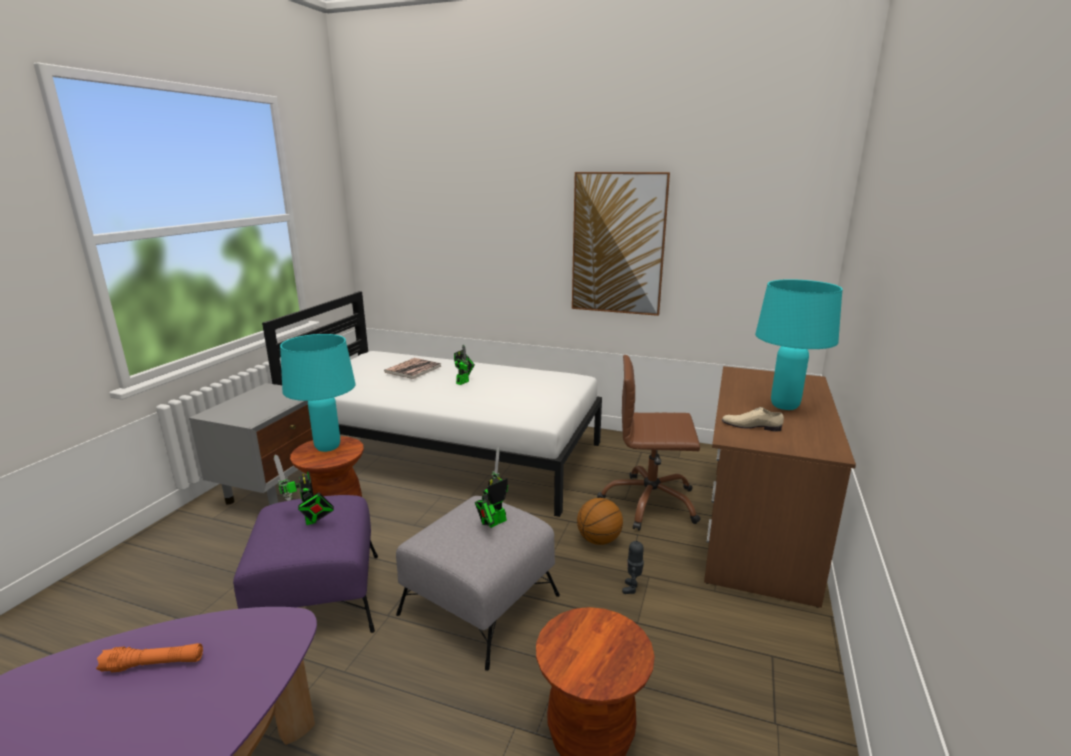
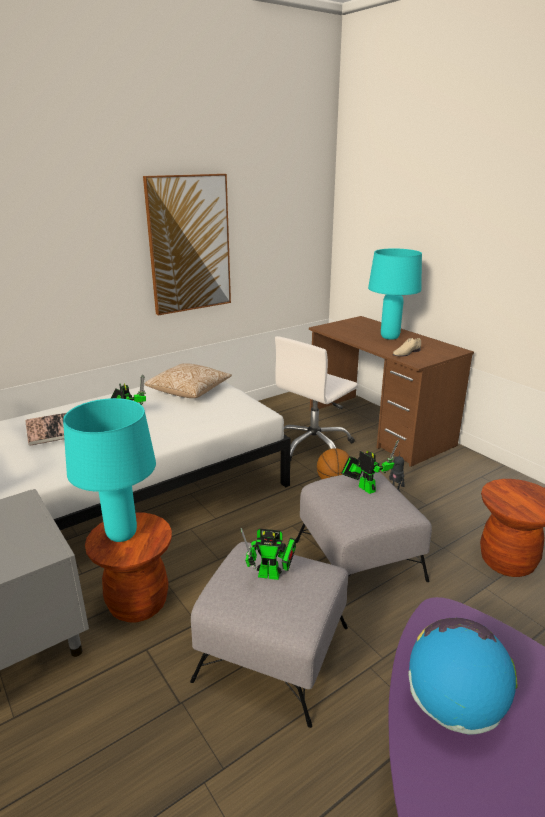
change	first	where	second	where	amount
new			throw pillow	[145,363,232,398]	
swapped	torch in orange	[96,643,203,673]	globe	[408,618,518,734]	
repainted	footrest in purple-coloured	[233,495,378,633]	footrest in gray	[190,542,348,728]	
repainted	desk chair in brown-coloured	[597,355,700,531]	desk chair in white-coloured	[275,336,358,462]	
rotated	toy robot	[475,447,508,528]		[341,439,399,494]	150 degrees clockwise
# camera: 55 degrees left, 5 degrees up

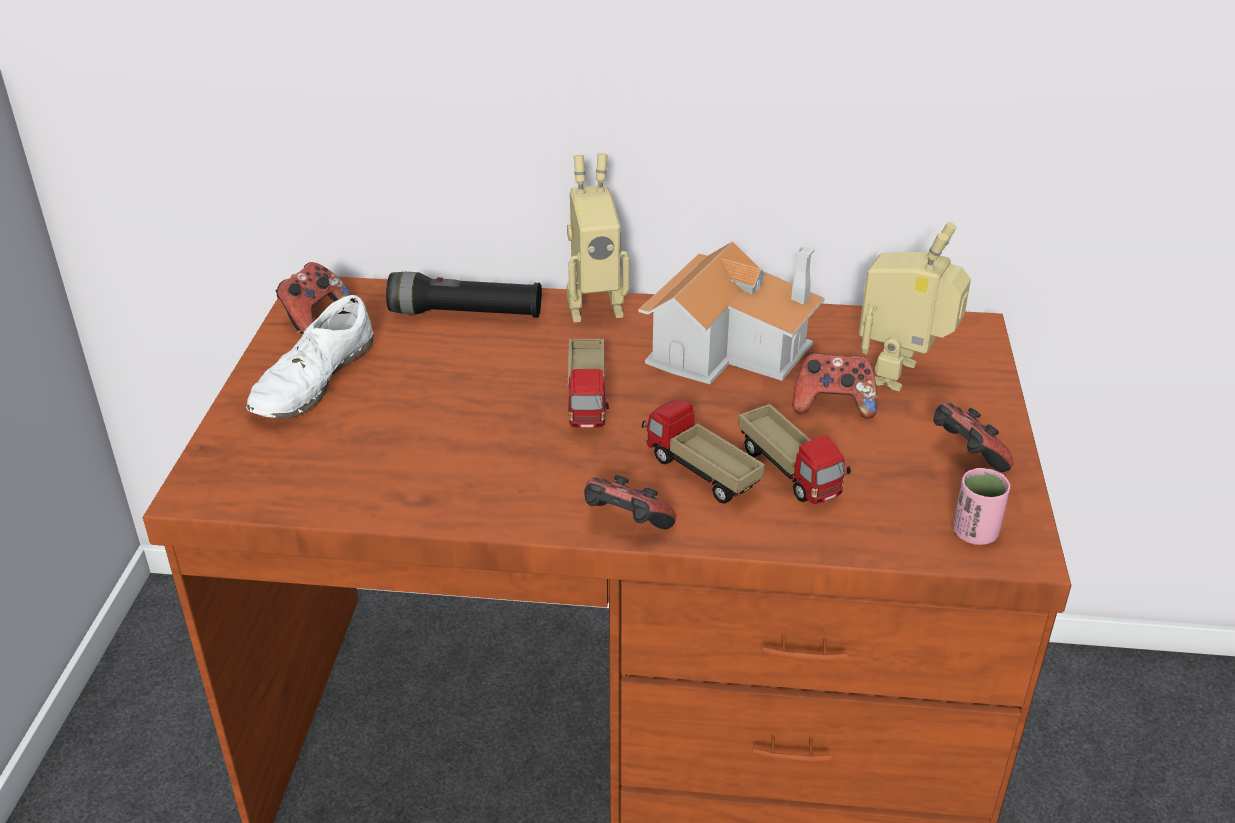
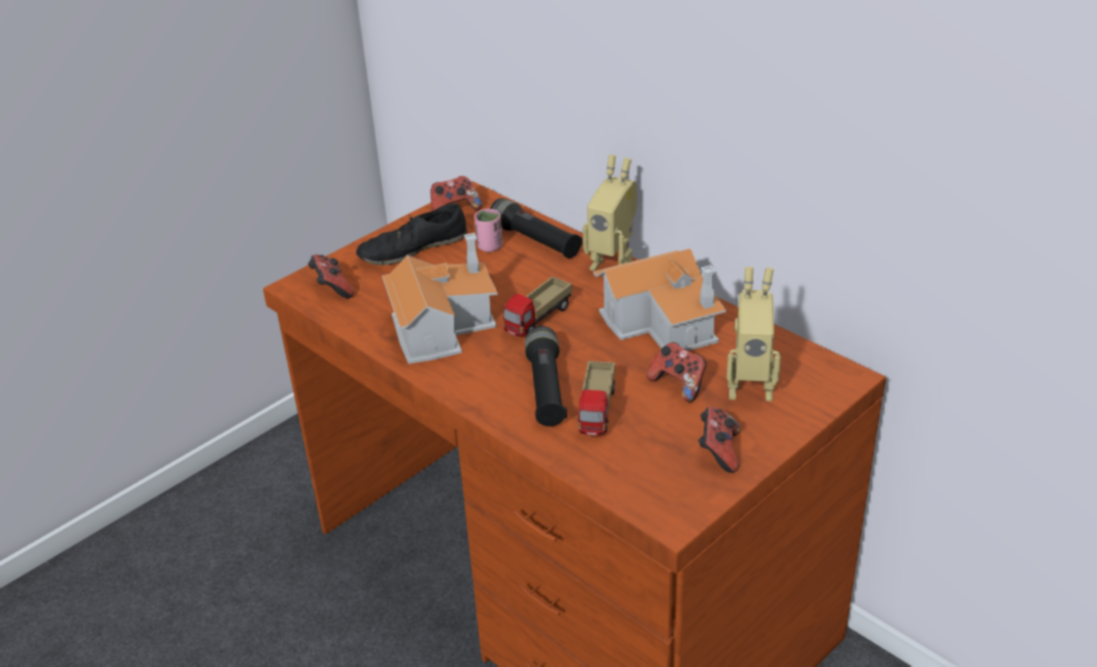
change	first	where	second	where	amount
new			miniature house	[382,233,498,364]	
shifted	game controller	[584,475,676,529]		[308,255,354,298]	
shifted	drinking cup in pinkish	[953,468,1011,545]		[474,209,503,252]	
swapped	toy truck	[642,400,765,504]	torch in blackish	[525,326,567,426]	
repainted	item of footwear in white-coloured	[246,295,374,419]	item of footwear in blackish	[356,203,467,265]	
rotated	toy robot	[859,222,971,391]		[727,267,781,401]	150 degrees counterclockwise
# camera: 40 degrees right, 0 degrees up

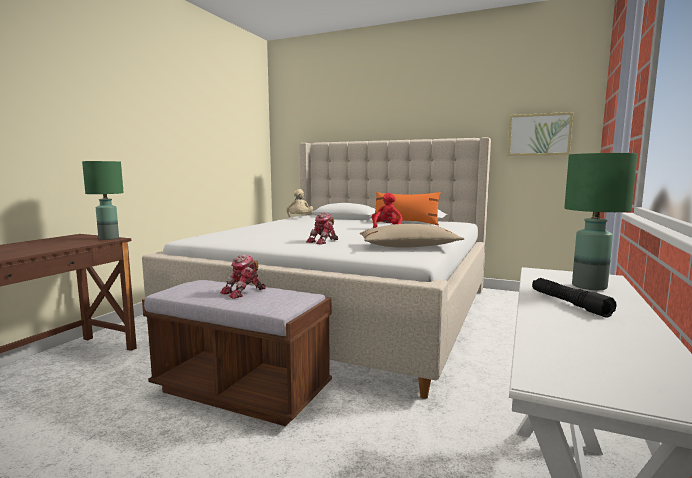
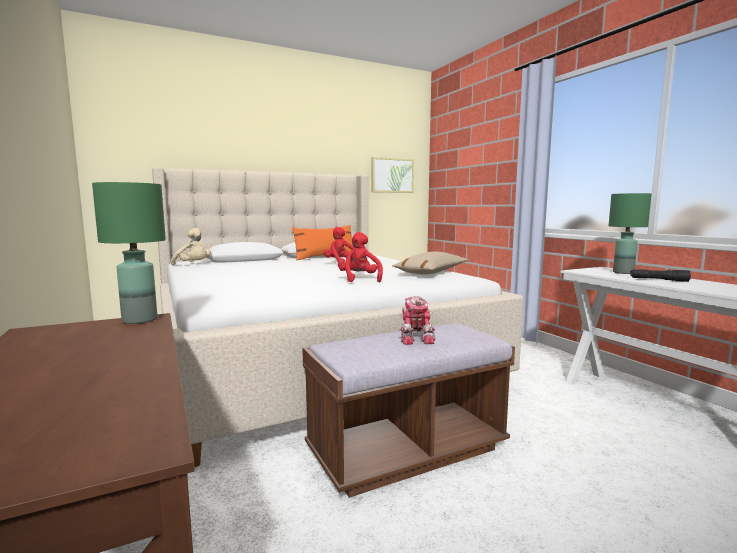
change	first	where	second	where	amount
swapped	toy robot	[306,213,338,245]	cuddly toy in red-coloured	[338,232,383,282]	
# camera: 50 degrees left, 0 degrees up

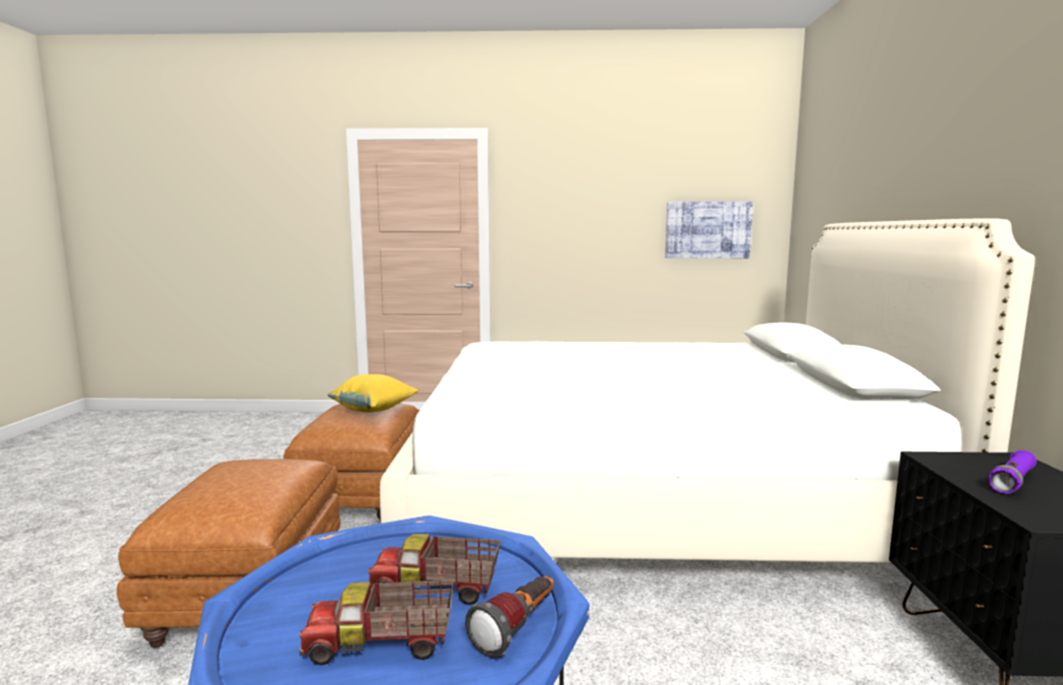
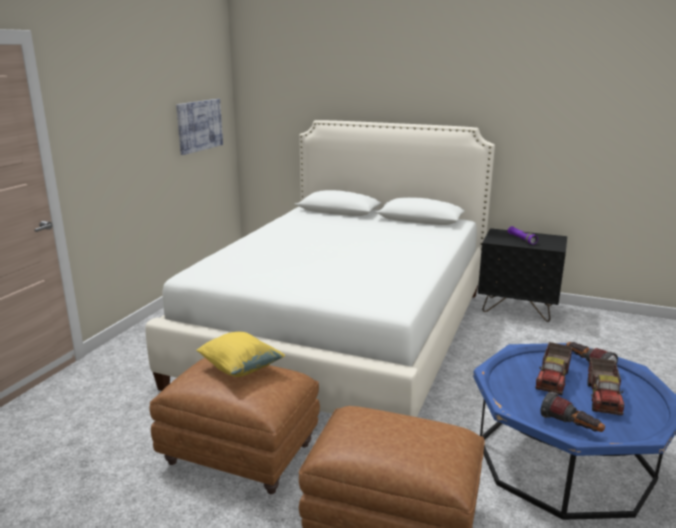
change	first	where	second	where	amount
new			torch	[540,391,605,432]	
# camera: 70 degrees left, 10 degrees up

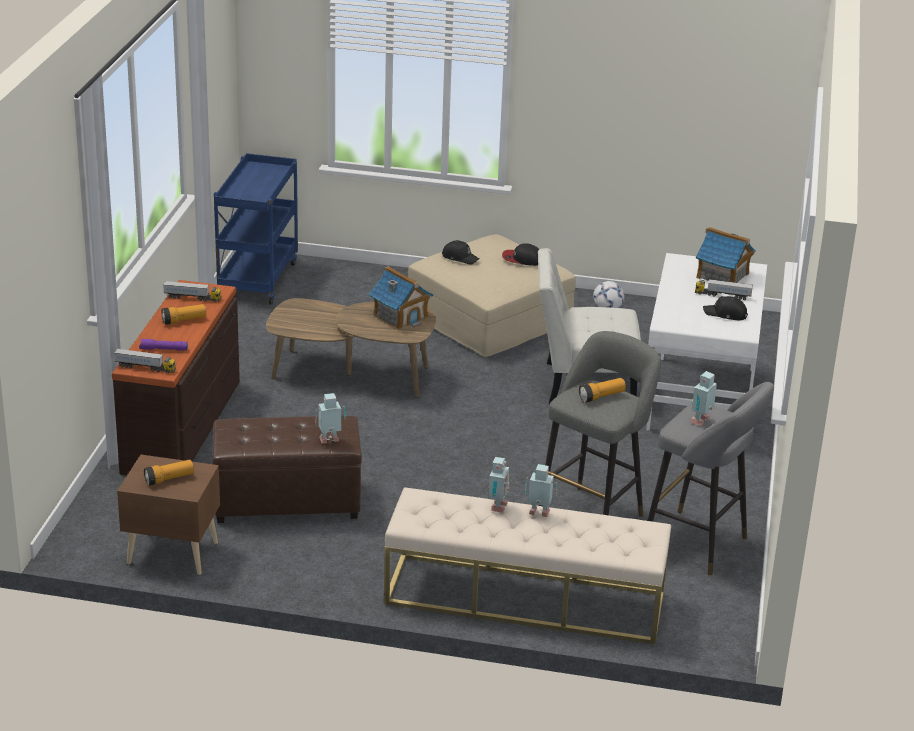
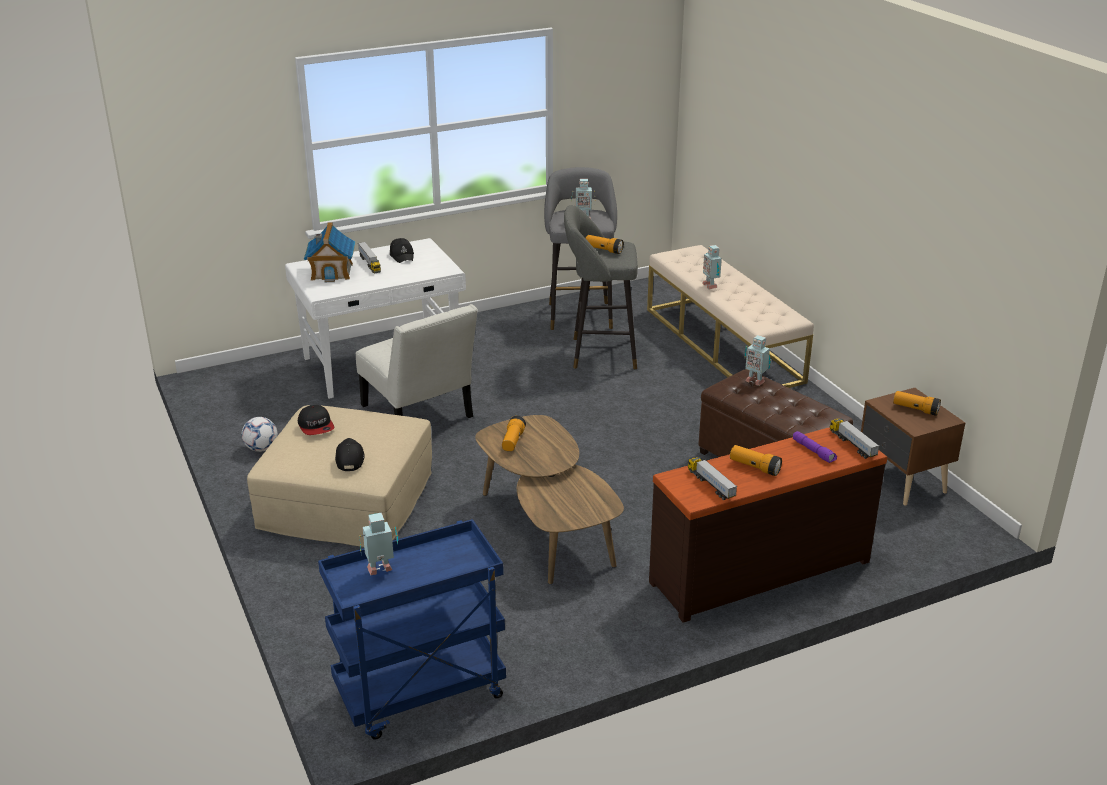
change	first	where	second	where	amount
shifted	toy robot	[488,457,509,513]		[359,513,398,575]	
swapped	miniature house	[369,266,433,330]	torch	[502,416,526,451]	
# camera: 125 degrees left, 0 degrees up

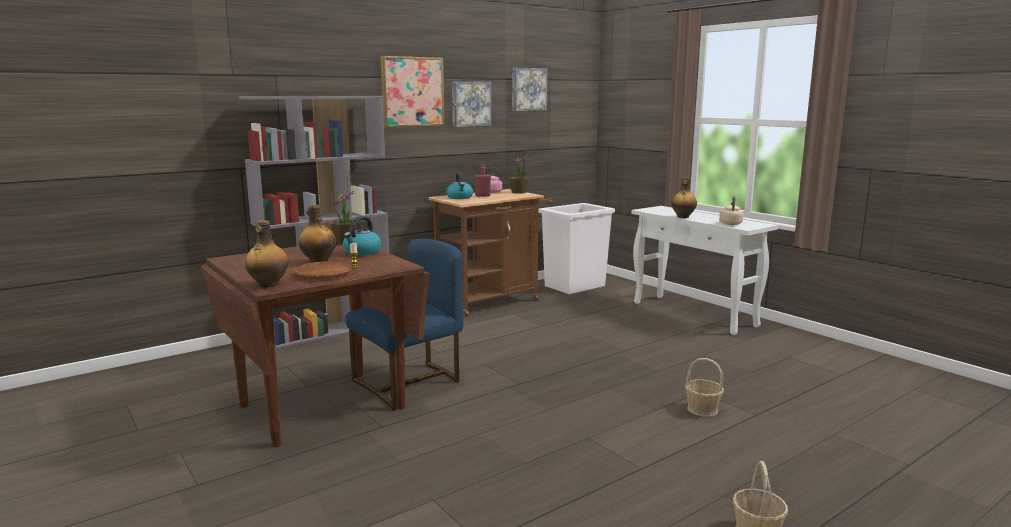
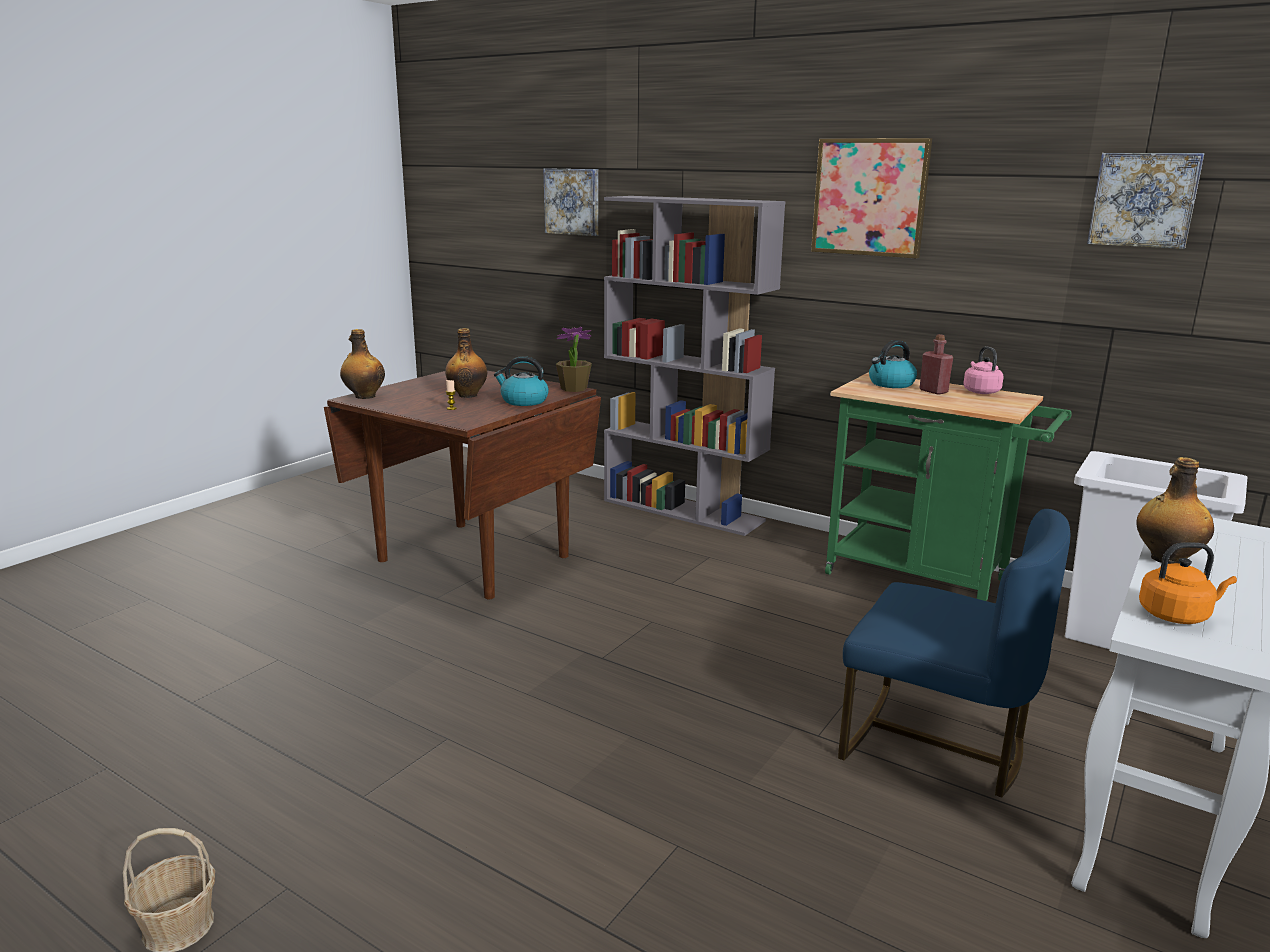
change	first	where	second	where	amount
gone	flat dish in brown-coloured	[293,261,352,279]			
gone	potted plant	[509,156,529,194]			
gone	storage basket	[685,358,724,417]			
shifted	chair in blue-coloured	[346,239,464,410]		[838,509,1070,798]	
shifted	wall picture	[452,81,492,127]		[544,168,598,236]	
repainted	cart in brown-coloured	[428,189,553,317]	cart in green	[825,373,1072,601]	
repainted	kettle in beige	[719,196,744,225]	kettle in orange	[1139,542,1237,624]	
# camera: 70 degrees right, 5 degrees up

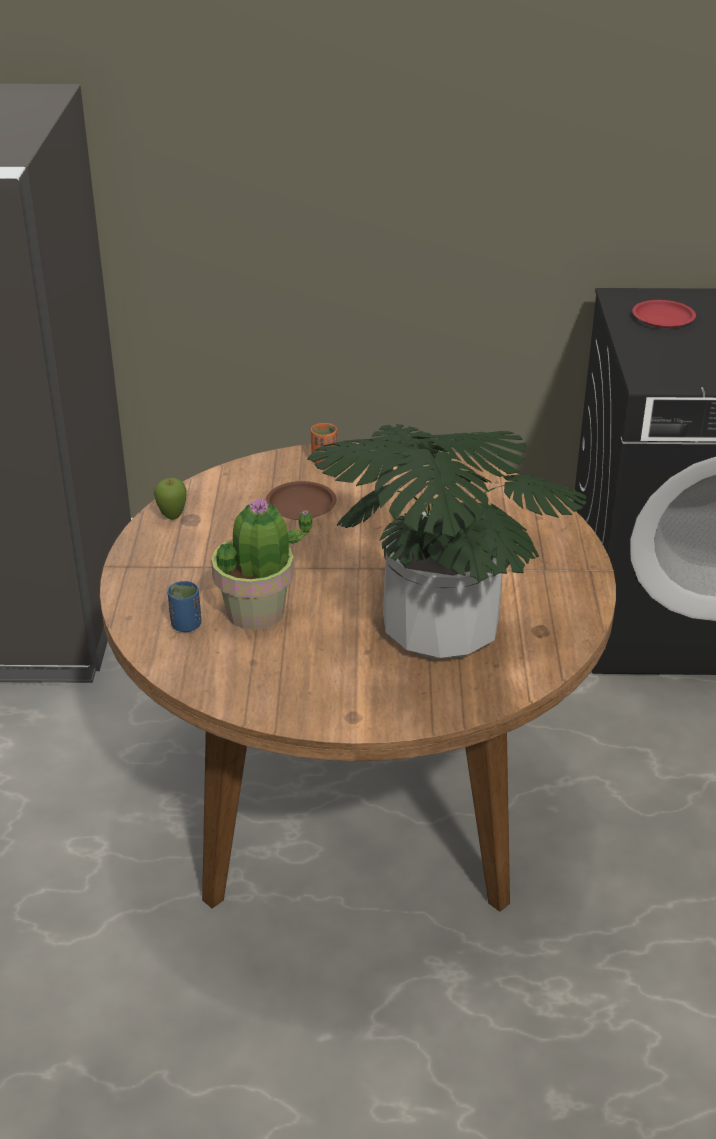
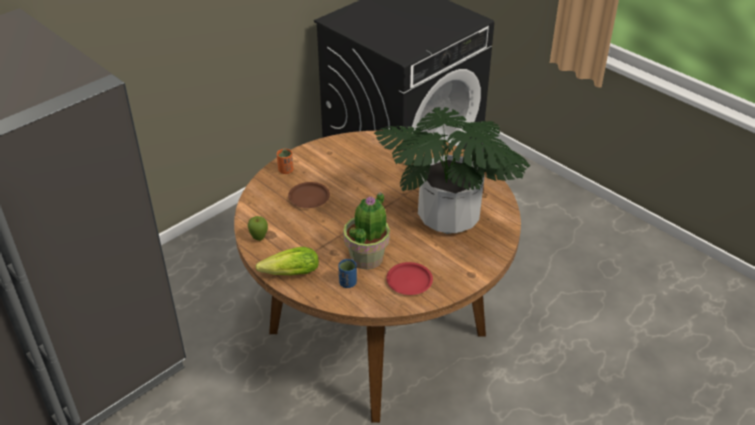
change	first	where	second	where	amount
new			lettuce	[255,247,319,275]	
shifted	flat dish in red-coloured	[632,300,696,328]		[386,262,433,295]	
# camera: 45 degrees left, 5 degrees up

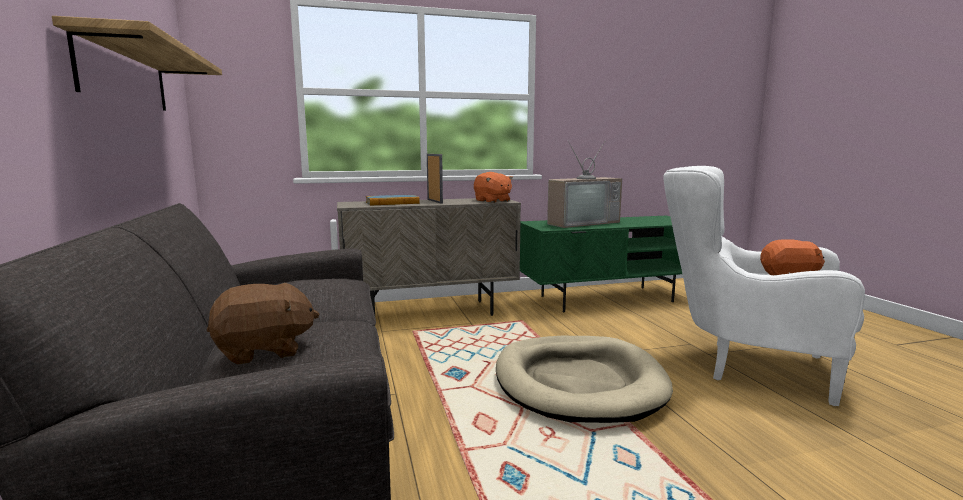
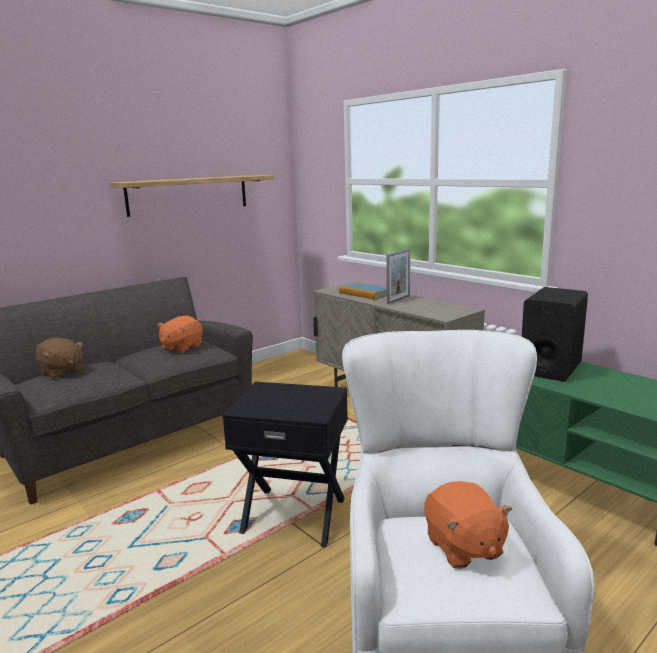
change	first	where	second	where	amount
shifted	cuddly toy in orange	[474,172,513,203]		[157,316,203,353]	
swapped	dog cushion in beige	[496,336,673,423]	end table in blackish	[222,382,348,548]	
swapped	television	[547,140,622,228]	loudspeaker in blackish	[522,287,588,382]	
# camera: 65 degrees right, 5 degrees up

